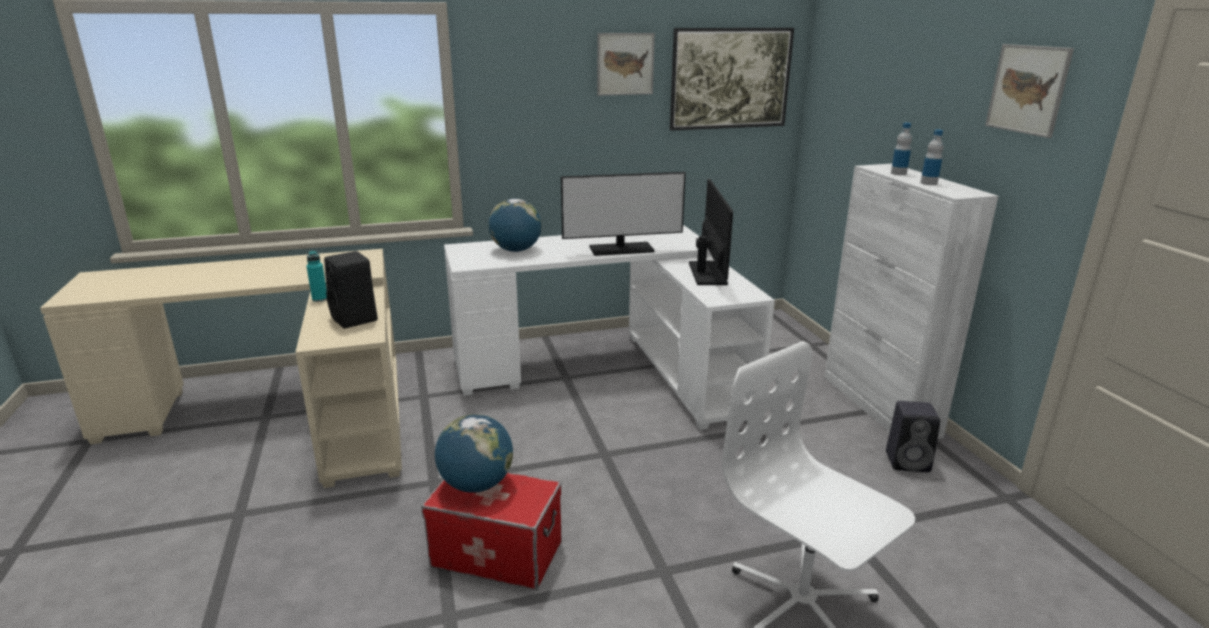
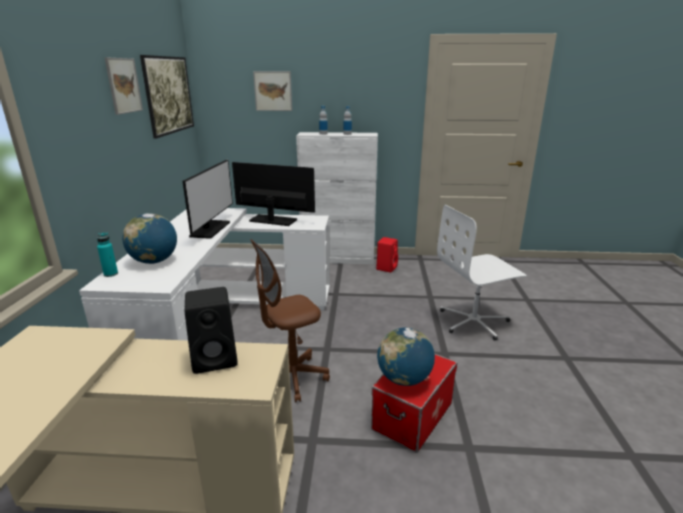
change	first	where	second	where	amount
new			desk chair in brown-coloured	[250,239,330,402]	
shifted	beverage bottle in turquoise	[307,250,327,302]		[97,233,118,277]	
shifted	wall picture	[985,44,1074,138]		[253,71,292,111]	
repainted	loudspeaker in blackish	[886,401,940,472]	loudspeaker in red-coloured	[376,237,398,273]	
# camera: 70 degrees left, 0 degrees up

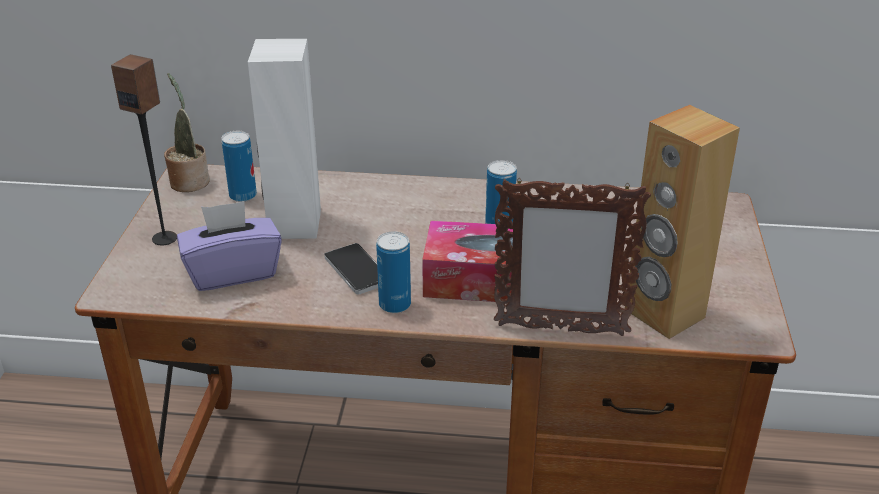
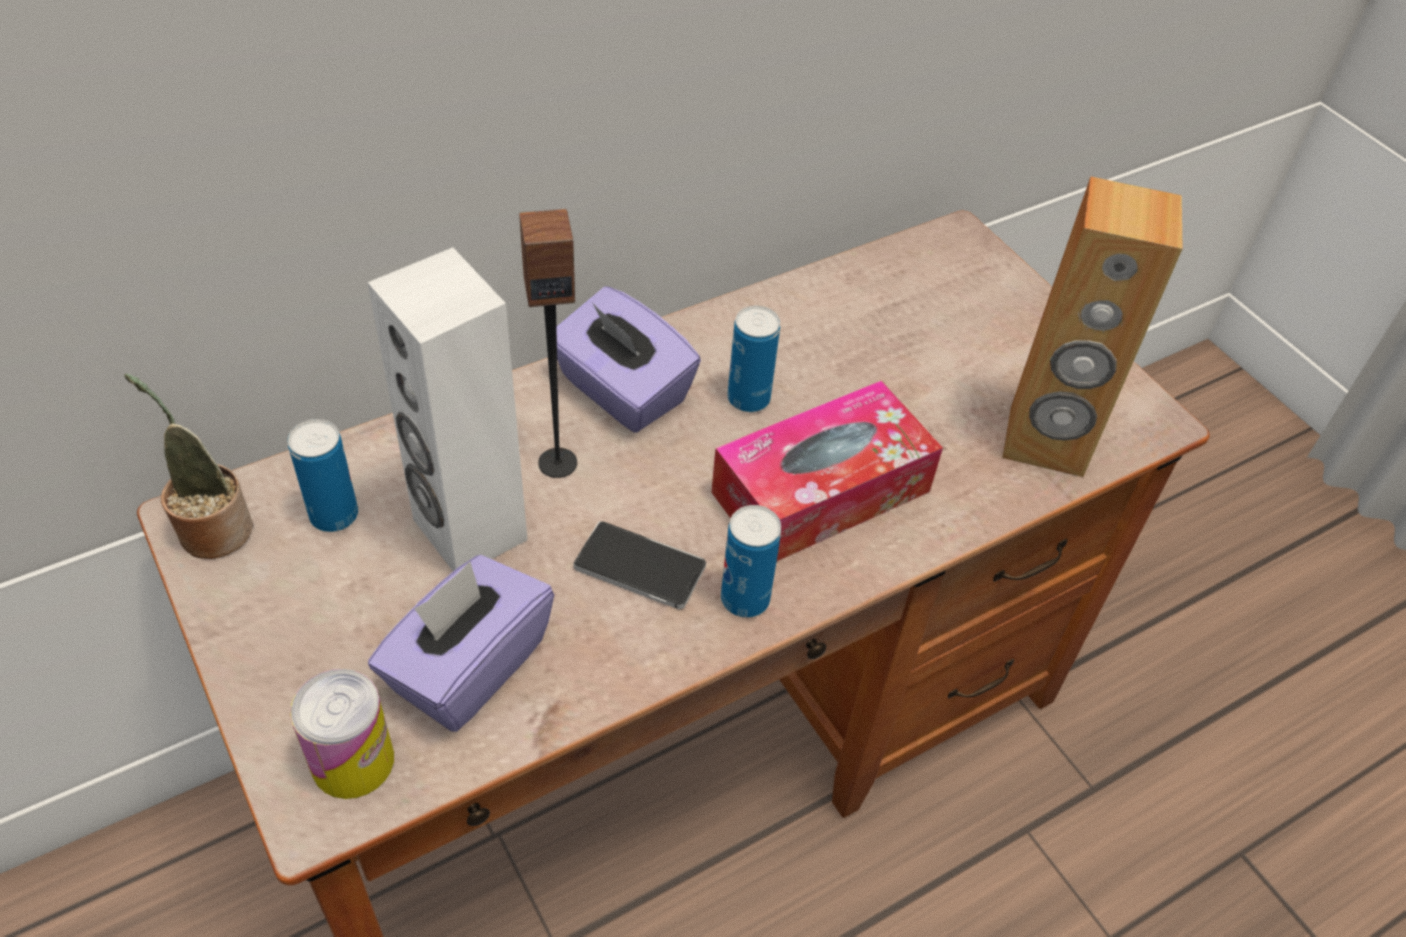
change	first	where	second	where	amount
gone	standing frame	[494,178,651,336]			
new			can	[290,669,394,799]	
new			box of tissues in purple-coloured	[556,287,701,433]	
shifted	loudspeaker	[111,54,177,245]		[519,208,577,478]	
# camera: 40 degrees left, 15 degrees up

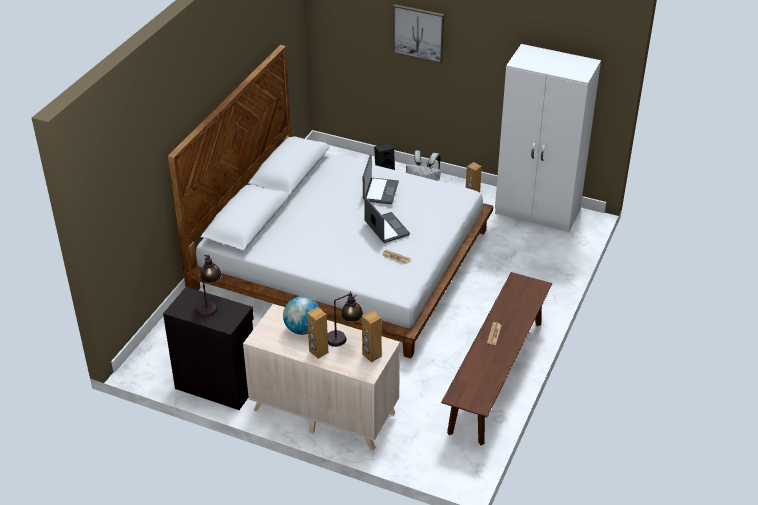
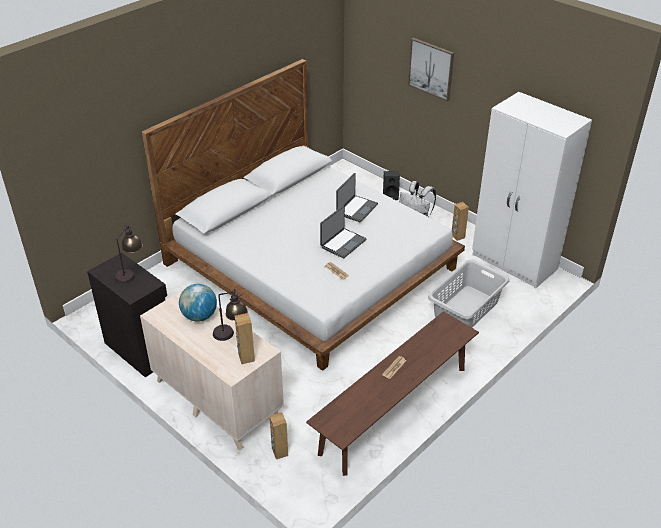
change	first	where	second	where	amount
new			laundry basket in gray	[428,260,509,328]	
shifted	loudspeaker in brown-coloured	[307,307,328,359]		[270,412,288,459]	
rotated	laptop	[364,197,410,243]		[320,205,366,259]	45 degrees clockwise
# camera: 20 degrees right, 0 degrees up

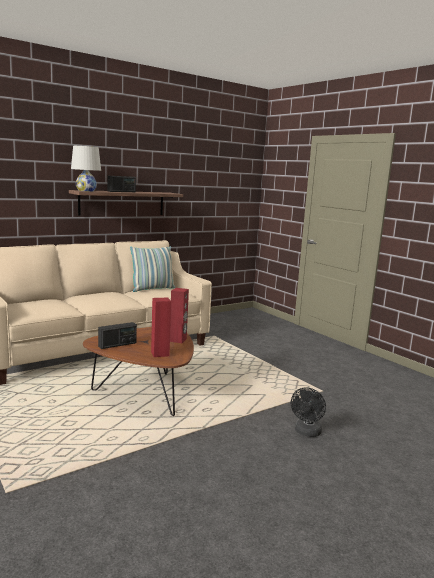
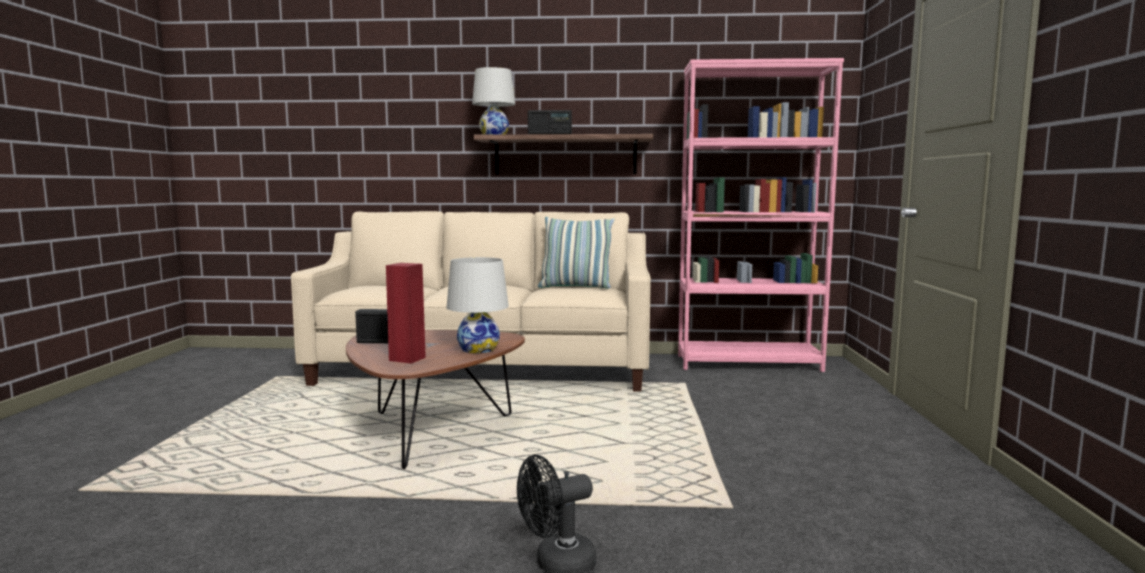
change	first	where	second	where	amount
new			bookshelf in pinkish	[678,58,844,372]	
swapped	loudspeaker in red-coloured	[170,288,189,343]	tabletop lamp in white-coloured	[447,257,509,353]	
# camera: 40 degrees right, 5 degrees down

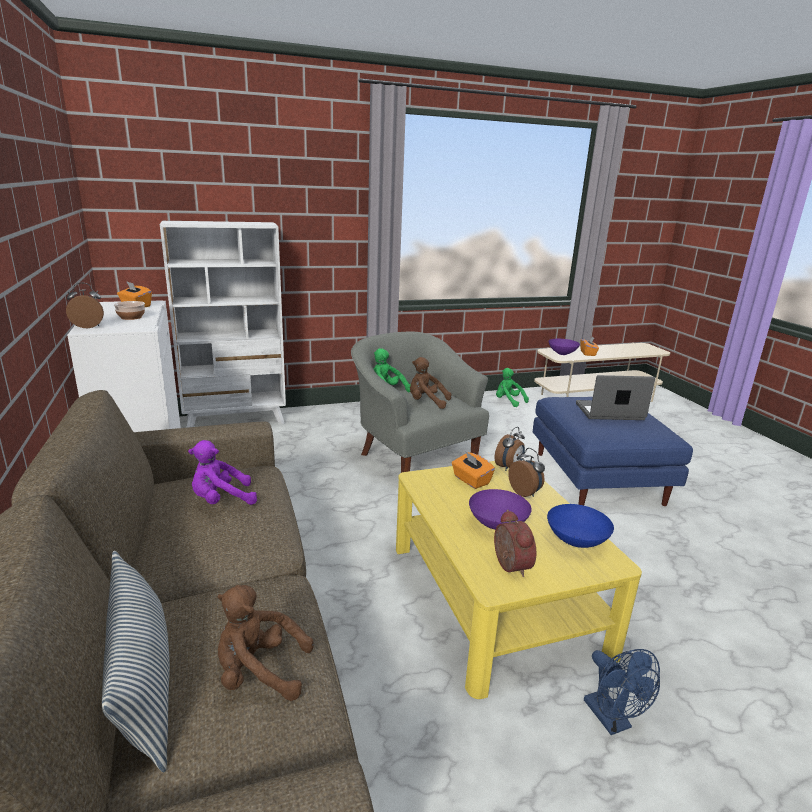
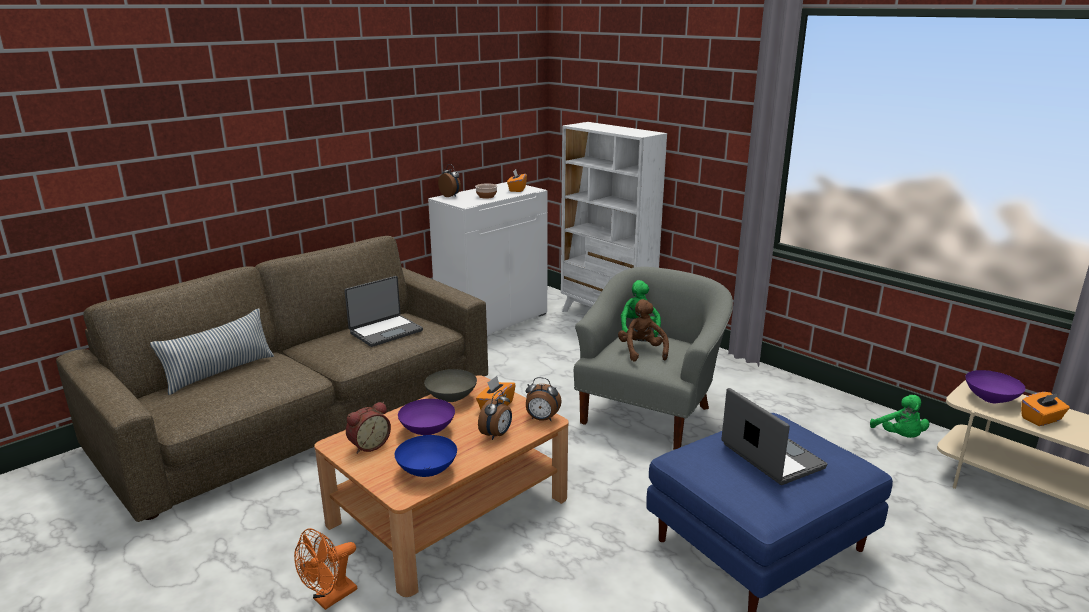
change	first	where	second	where	amount
gone	cuddly toy in brown-coloured	[217,585,314,701]			
new			bowl in gray	[424,369,477,402]	
swapped	cuddly toy in purple-coloured	[188,440,257,505]	laptop	[344,276,423,347]	
repainted	coffee table in yellow-coloured	[396,461,642,699]	coffee table in brown-coloured	[314,376,569,597]	
repainted	fan in blue-coloured	[584,649,660,735]	fan in orange	[294,528,357,610]	
rotated	cuddly toy in green	[496,368,529,407]		[870,395,929,438]	150 degrees clockwise
# camera: 65 degrees right, 0 degrees up

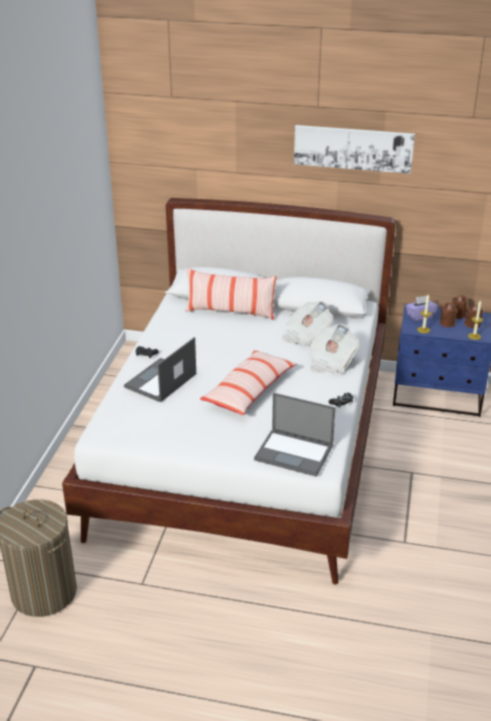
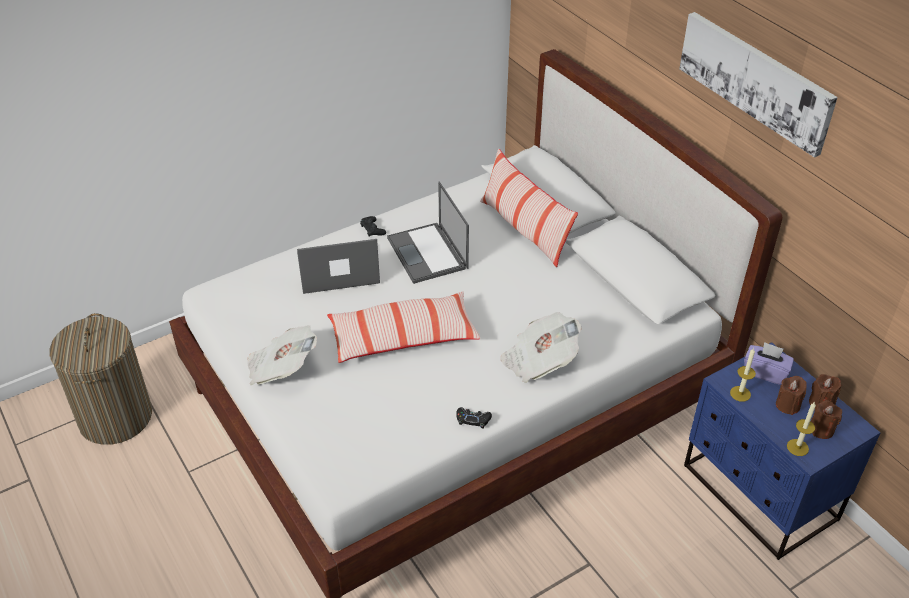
change	first	where	second	where	amount
shifted	laptop	[254,393,336,477]		[387,182,469,284]	
shifted	daily paper	[282,301,333,346]		[247,325,317,385]	
# camera: 45 degrees right, 10 degrees up

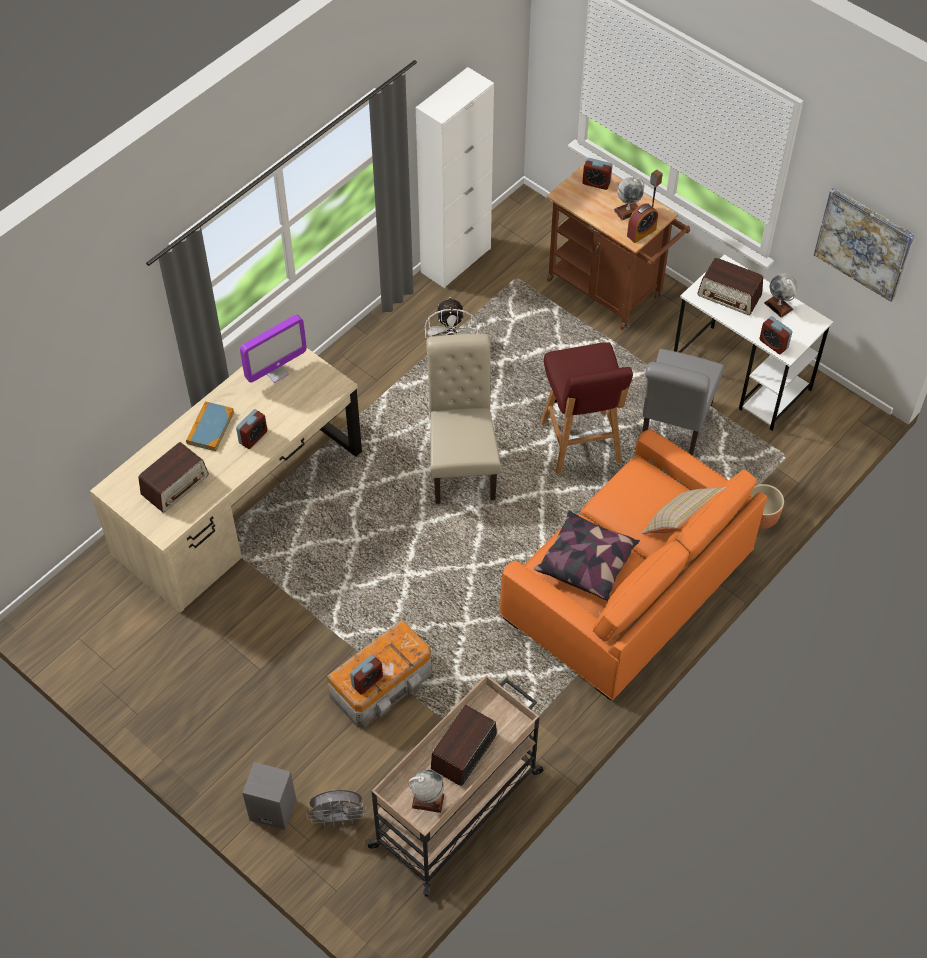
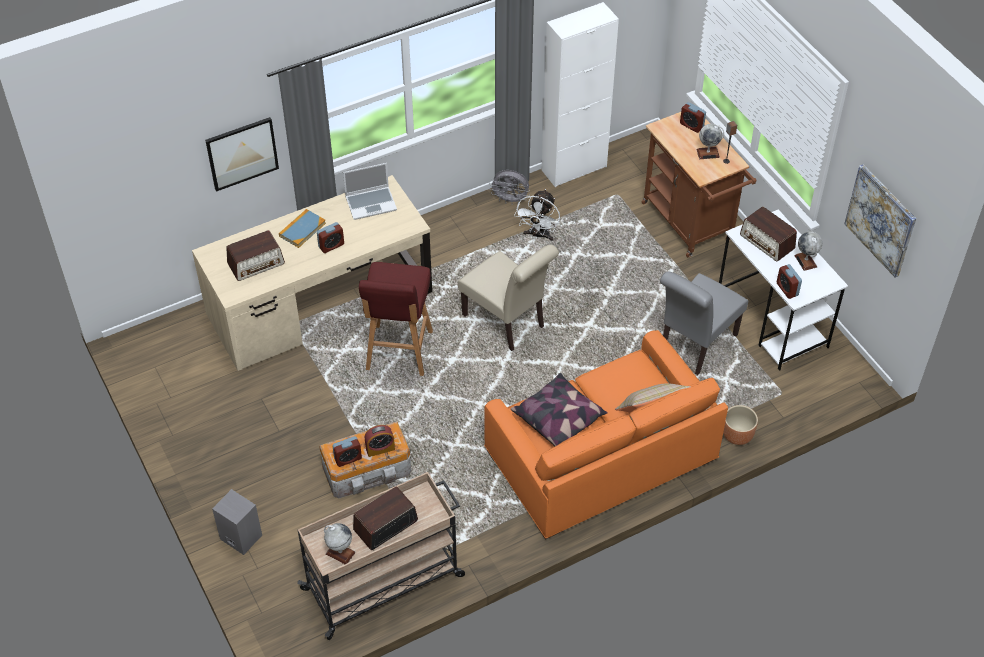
change	first	where	second	where	amount
new			wall picture	[205,117,279,192]	
shifted	fan in gray	[306,789,367,827]		[489,170,530,204]	
shifted	sitting stool in red-coloured	[541,342,633,475]		[359,262,433,376]	
shifted	table clock	[627,203,658,243]		[365,425,395,457]	
swapped	computer display	[240,315,307,383]	laptop	[343,163,397,220]	
rotated	chair in beige	[426,334,501,504]		[458,245,559,351]	120 degrees clockwise
# camera: 20 degrees right, 5 degrees down

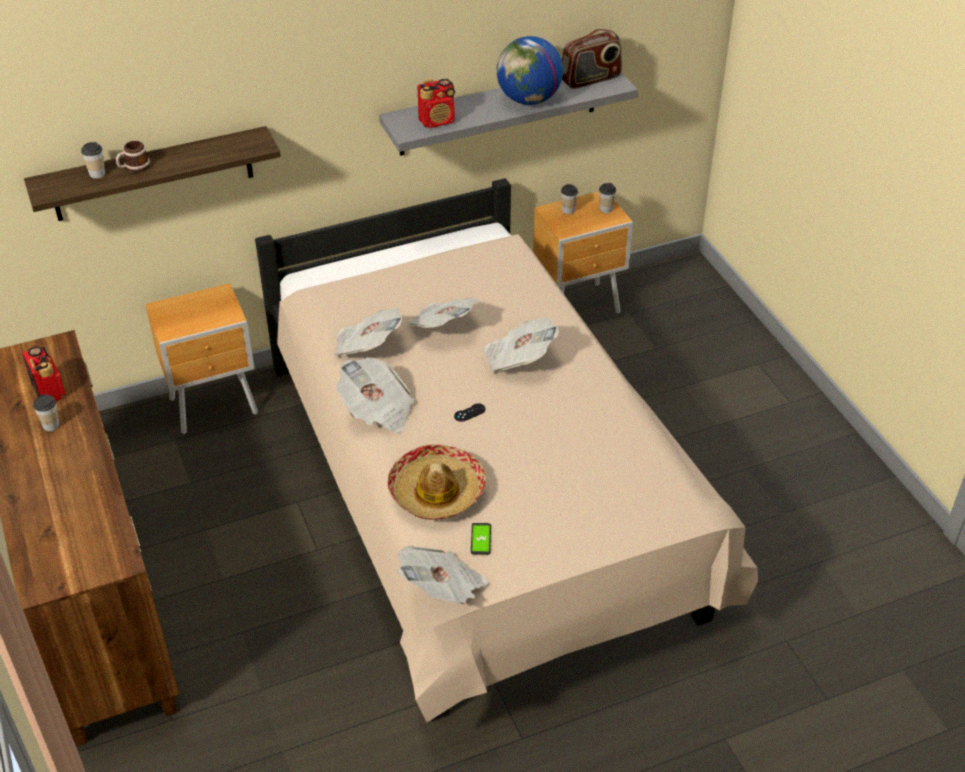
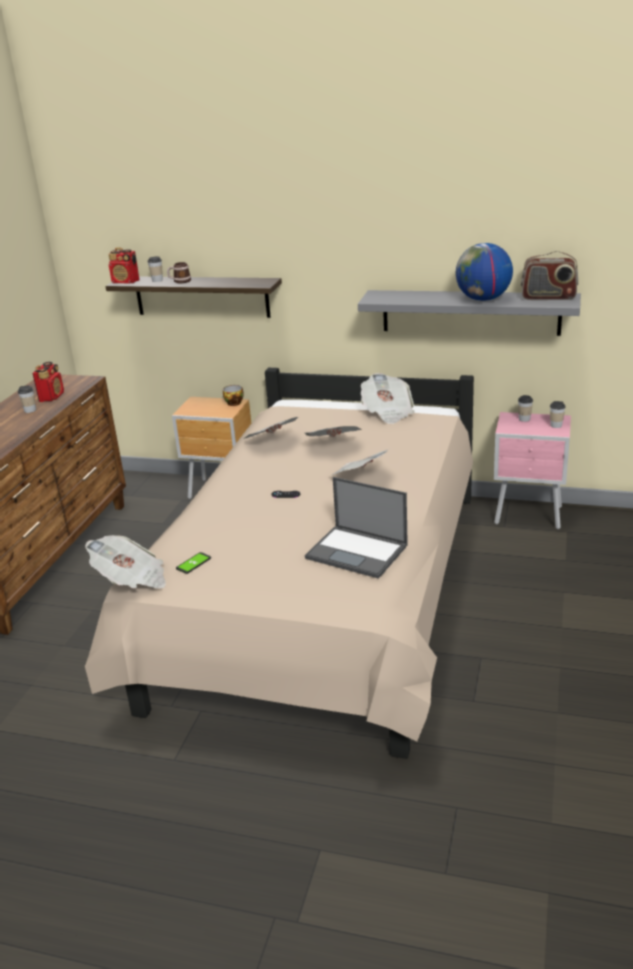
change	first	where	second	where	amount
gone	wearable hat	[388,445,486,520]			
new			drinking cup	[223,385,244,406]	
new			laptop	[305,477,408,579]	
shifted	daily paper	[336,357,415,433]		[361,373,415,424]	
shifted	radio set	[417,79,455,128]		[108,248,140,283]	
repainted	nightstand in brown-coloured	[533,192,633,314]	nightstand in pinkish	[494,412,571,529]	
# camera: 40 degrees right, 15 degrees down

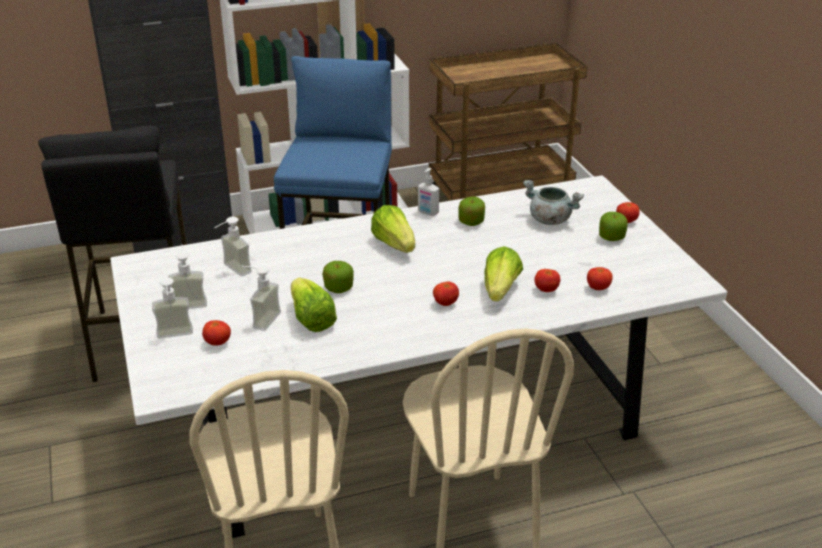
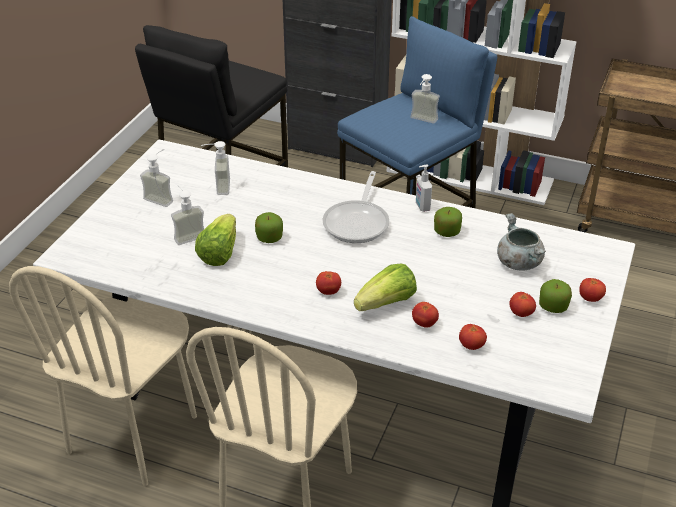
change	first	where	second	where	amount
shifted	soap bottle	[152,278,193,339]		[410,74,440,124]	
shifted	fresh tomato	[202,320,231,346]		[509,292,536,317]	
swapped	lettuce	[371,205,415,253]	skillet	[323,171,389,243]	
# camera: 40 degrees right, 5 degrees up

